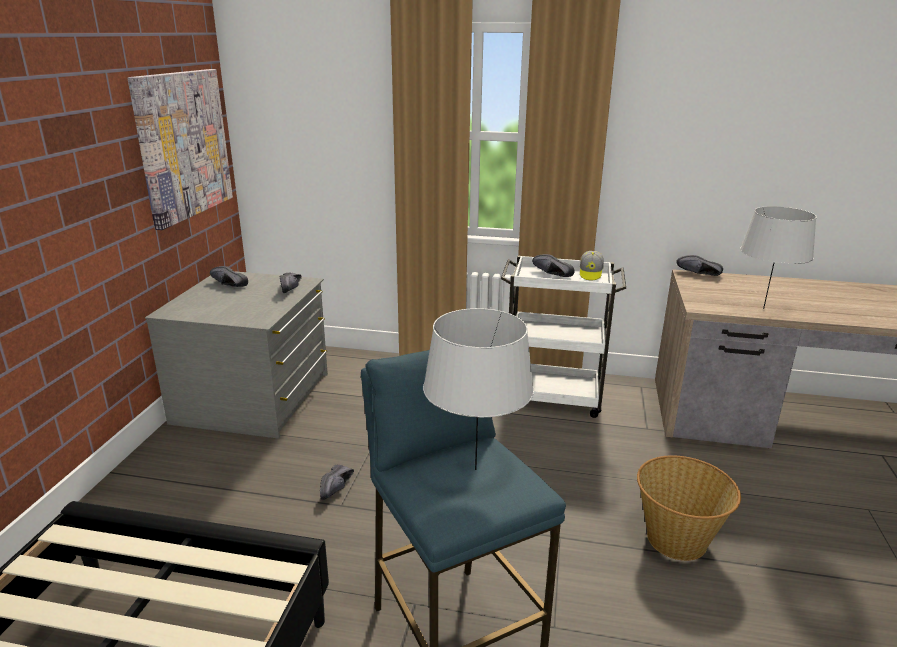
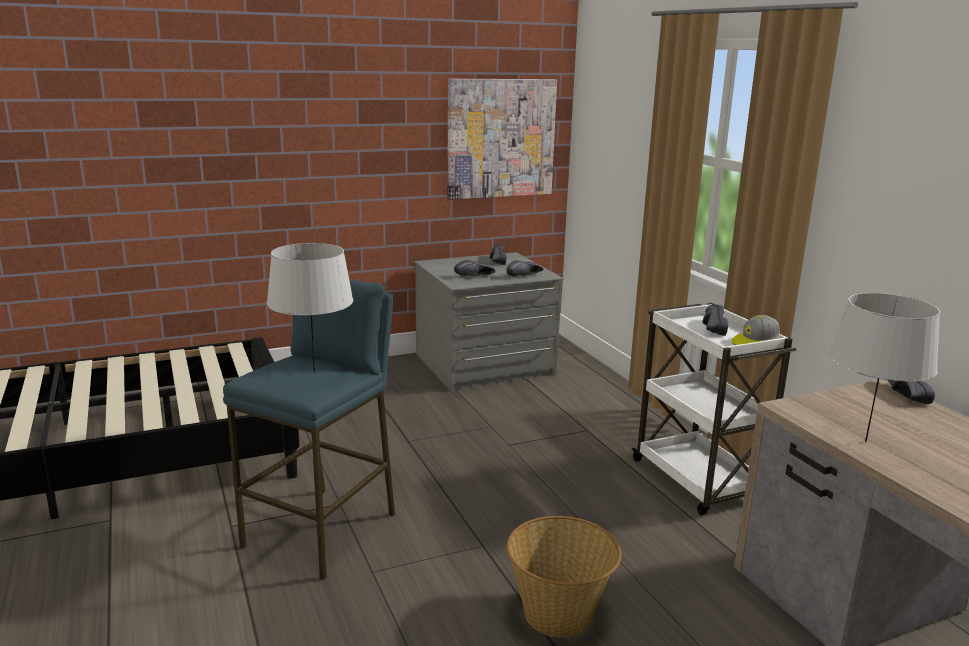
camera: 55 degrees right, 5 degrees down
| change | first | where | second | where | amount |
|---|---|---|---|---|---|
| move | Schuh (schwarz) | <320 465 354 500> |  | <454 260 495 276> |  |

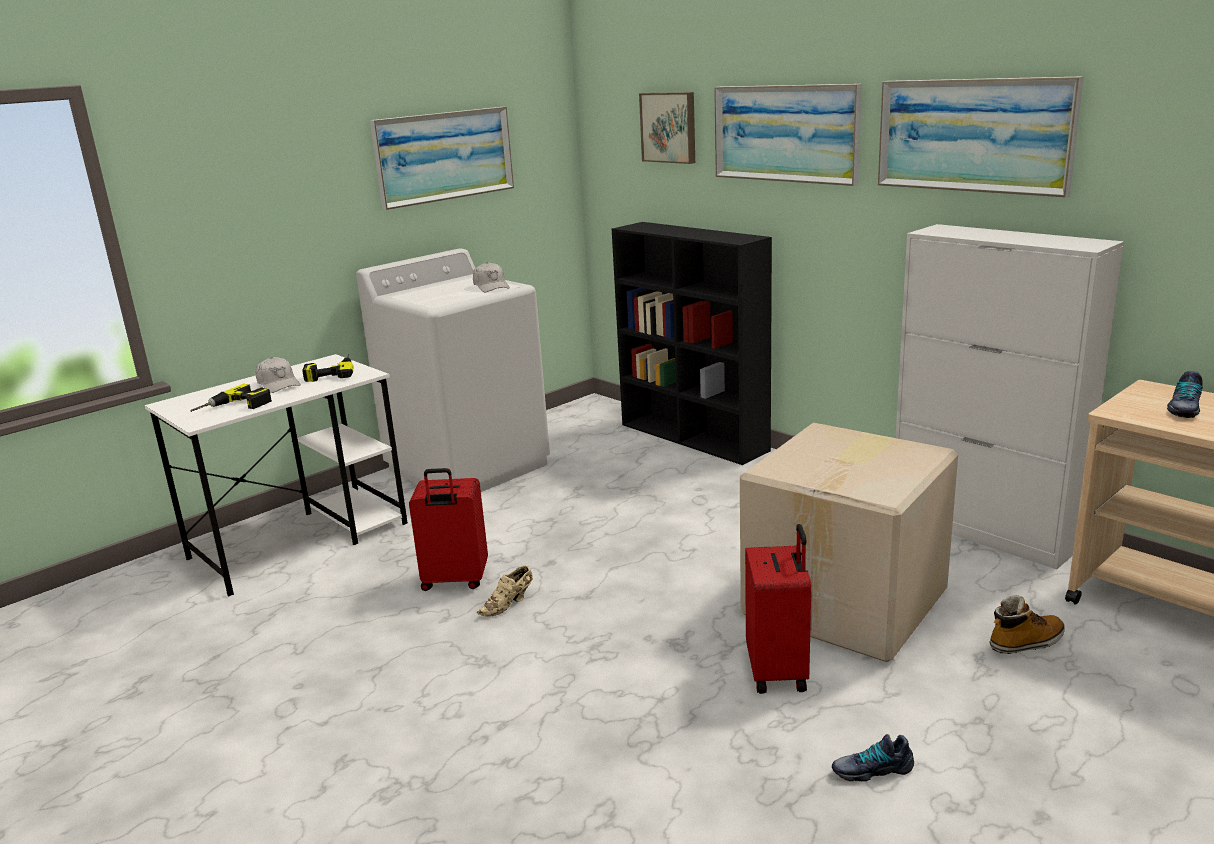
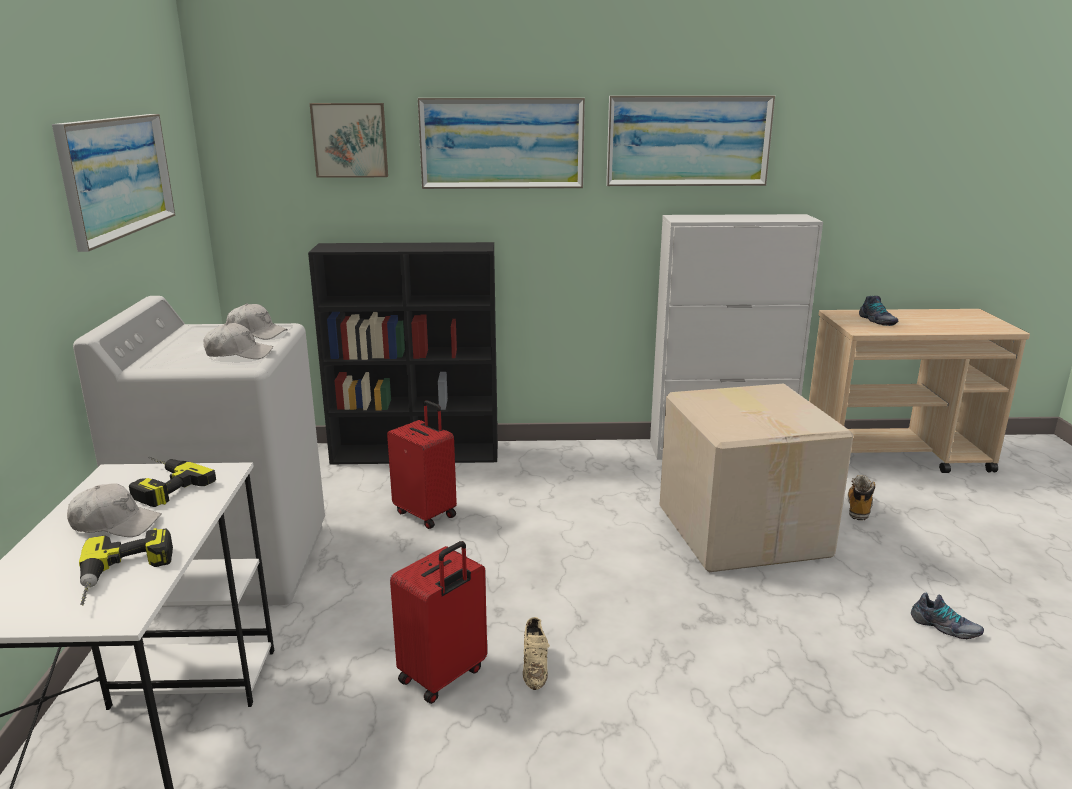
camera: 50 degrees left, 0 degrees up
| change | first | where | second | where | amount |
|---|---|---|---|---|---|
| insert |  |  | Kappe (weiß) | <204 323 273 359> |  |
| move | Koffer (rot) | <745 524 811 694> |  | <387 400 457 529> |  |
| rotate | Schuh | <832 734 914 781> |  | <911 593 984 639> | 90 degrees counterclockwise |

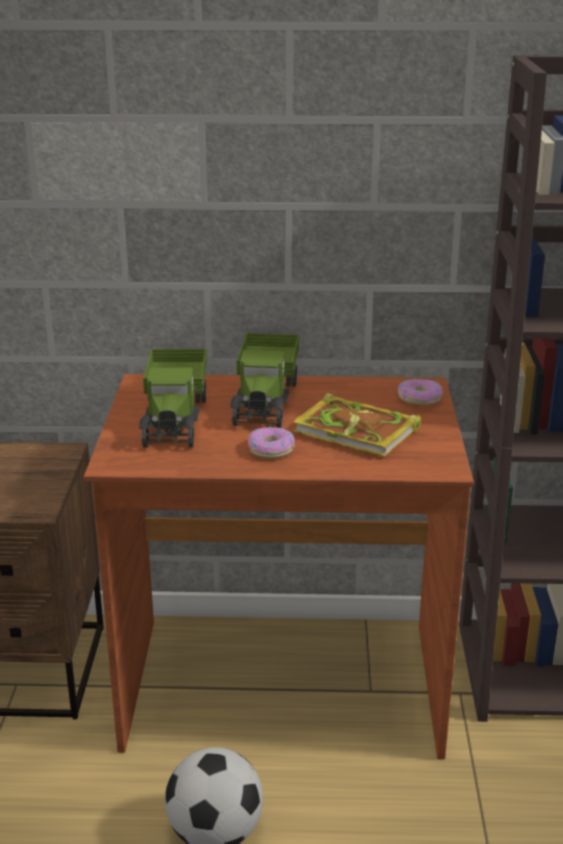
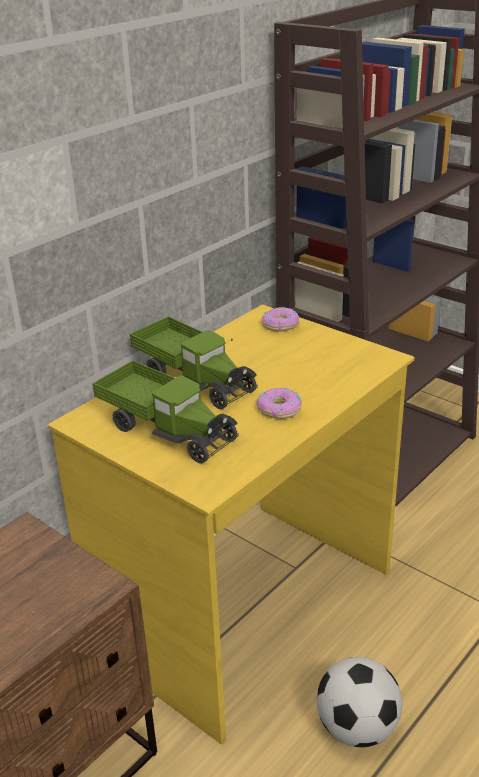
camera: 50 degrees left, 5 degrees up
| change | first | where | second | where | amount |
|---|---|---|---|---|---|
| recolor | Schreibtisch (braun) | <84 374 474 760> | Schreibtisch (gelb) | <48 304 414 745> |  |
| delete | Buch | <293 393 421 457> |  |  |  |

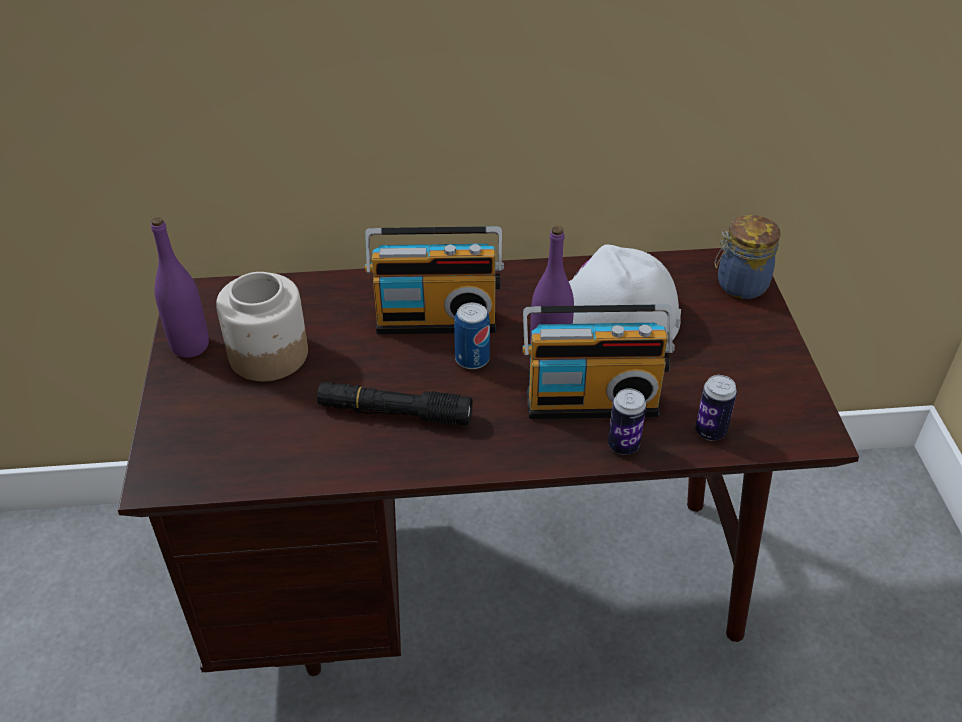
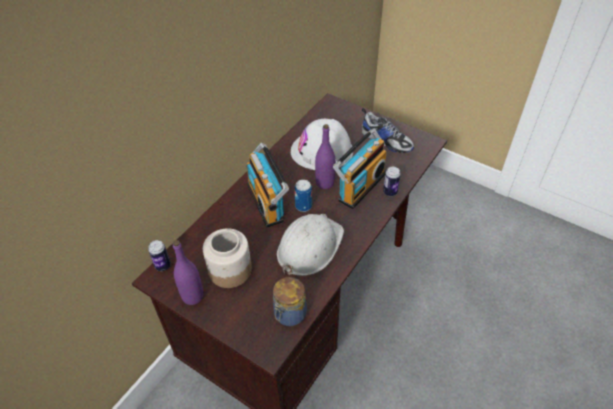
camera: 50 degrees left, 5 degrees up
| change | first | where | second | where | amount |
|---|---|---|---|---|---|
| move | Dose | <695 375 737 441> |  | <148 240 171 271> |  |
| rotate | Radio | <365 226 504 334> |  | <246 143 289 228> | 120 degrees clockwise |
| move | Vorratsglas | <715 215 781 299> |  | <273 277 307 326> |  |
| replace | Taschenlampe (schwarz) | <317 382 473 425> | Schutzhelm (weiß) | <277 214 344 276> |  |
| insert |  |  | Schuh | <362 108 414 153> |  |

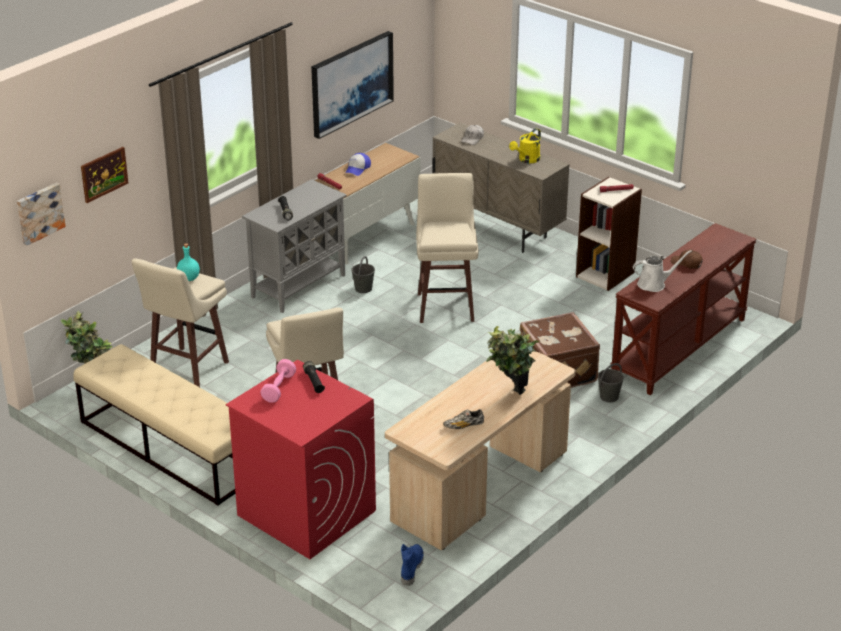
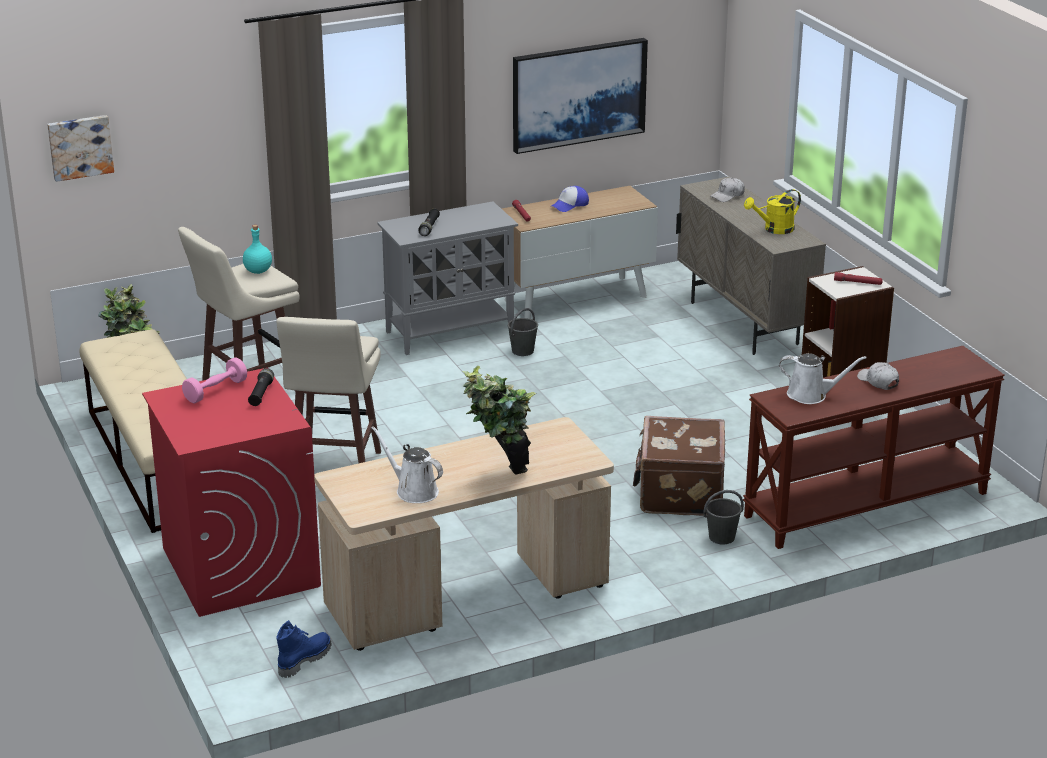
camera: 25 degrees right, 5 degrees down
| change | first | where | second | where | amount |
|---|---|---|---|---|---|
| replace | Schuh | <443 409 484 429> | Gießkanne (weiß) | <371 426 443 503> |  |
| recolor | Kappe (braun) | <671 249 703 269> | Kappe (weiß) | <857 362 899 390> |  |
| delete | Bild | <81 147 128 203> |  |  |  |
| delete | Hocker (beige) | <416 173 479 323> |  |  |  |

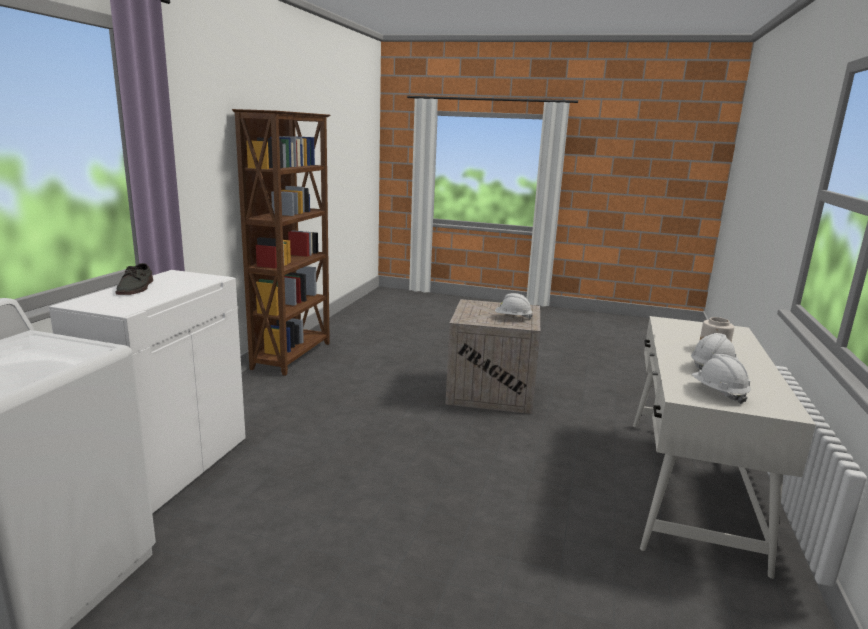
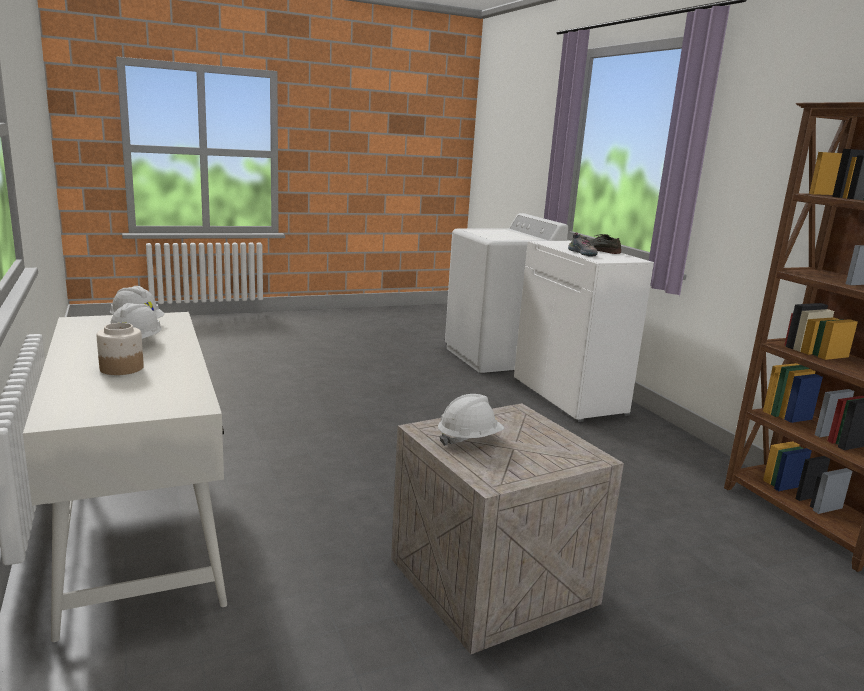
camera: 140 degrees right, 0 degrees up
| change | first | where | second | where | amount |
|---|---|---|---|---|---|
| insert |  |  | Schuh | <568 233 598 257> |  |

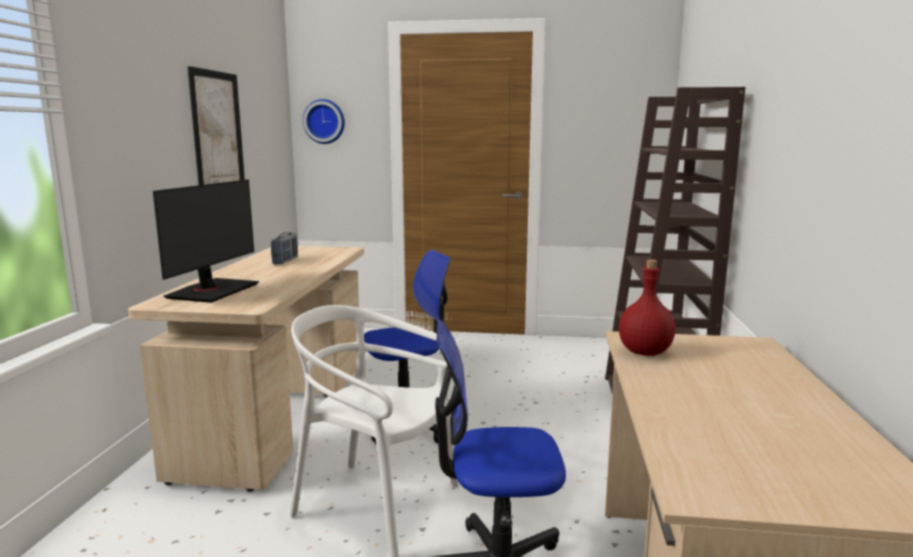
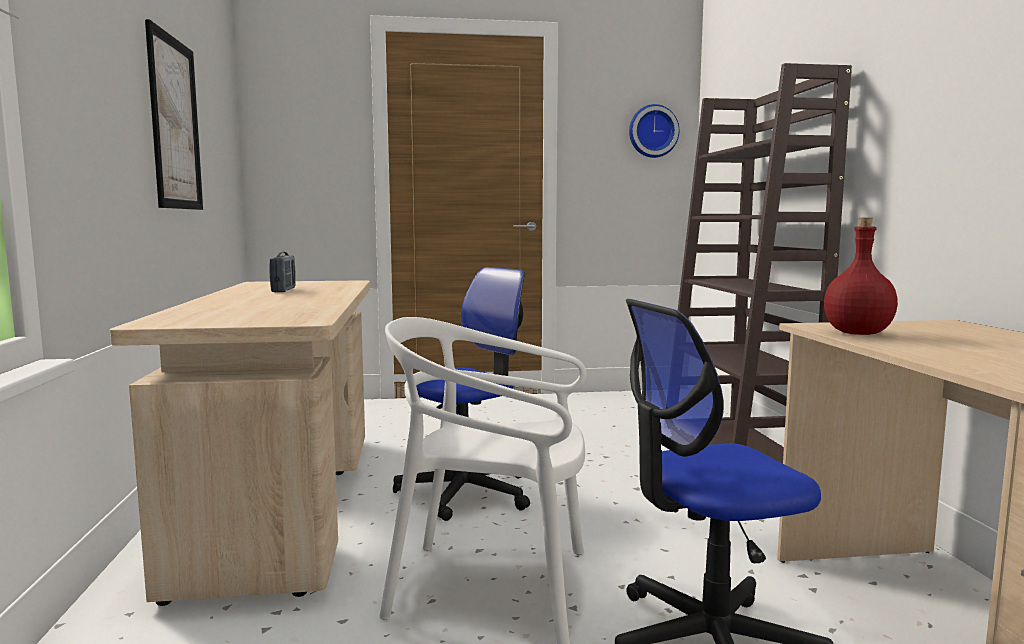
camera: 15 degrees left, 5 degrees down
| change | first | where | second | where | amount |
|---|---|---|---|---|---|
| move | Wanduhr | <303 99 345 144> |  | <629 104 679 158> |  |
| delete | Monitor | <153 180 259 303> |  |  |  |

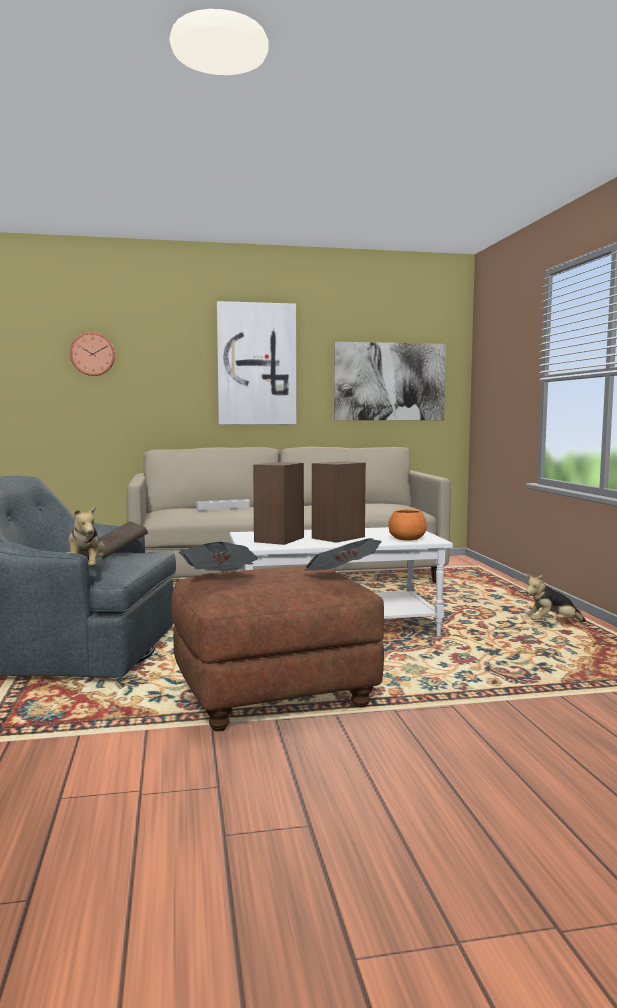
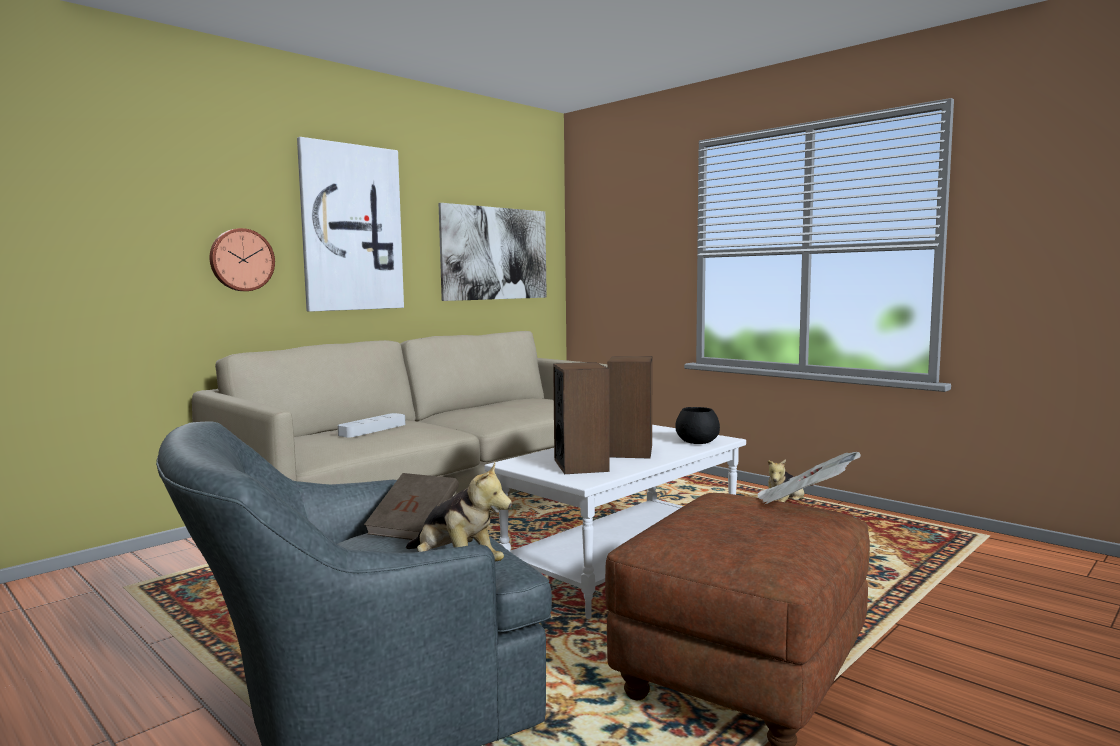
camera: 35 degrees left, 0 degrees up
| change | first | where | second | where | amount |
|---|---|---|---|---|---|
| move | Wanduhr | <70 332 115 376> |  | <210 228 275 291> |  |
| recolor | Schüssel (orange) | <388 509 427 541> | Schüssel (schwarz) | <675 407 720 444> |  |
| delete | Zeitung | <179 542 258 571> |  |  |  |

